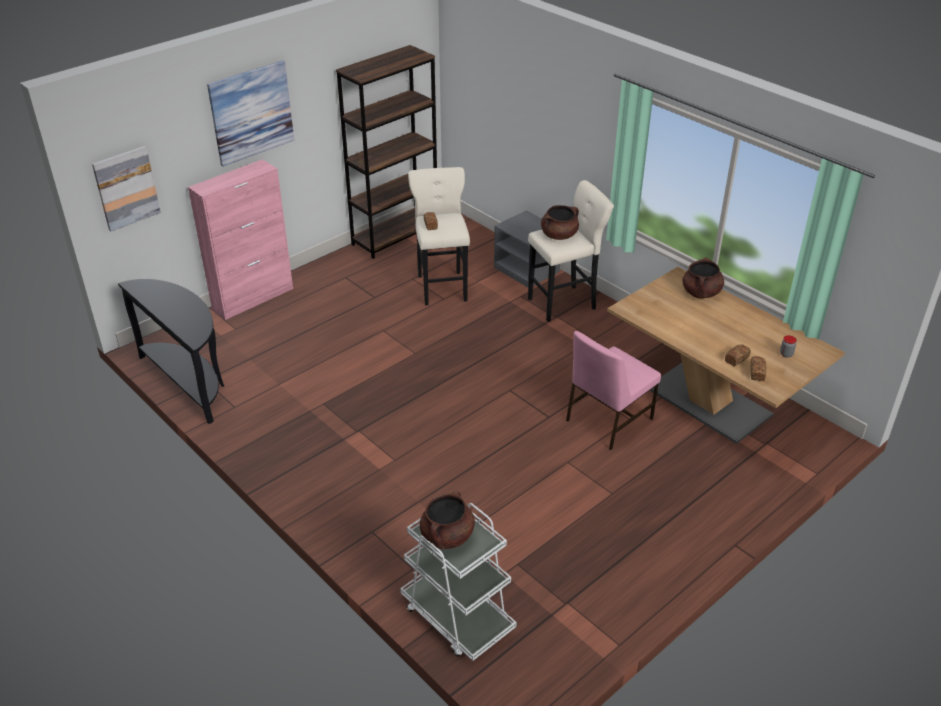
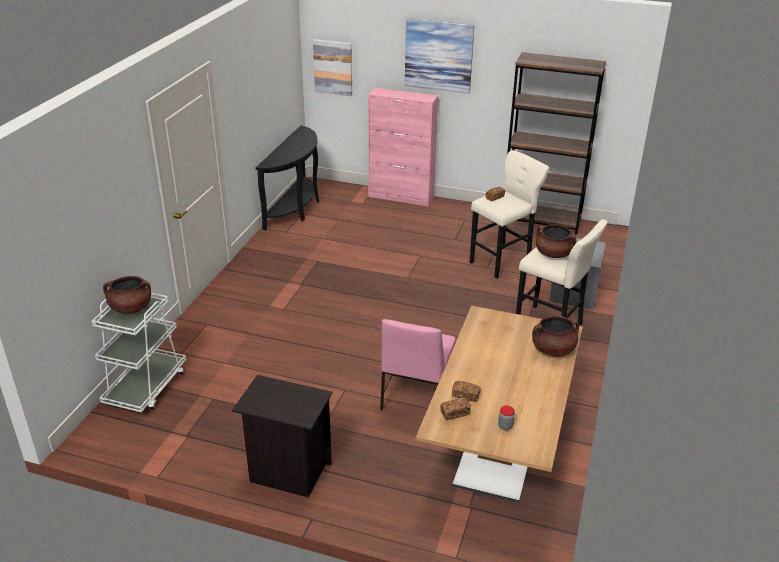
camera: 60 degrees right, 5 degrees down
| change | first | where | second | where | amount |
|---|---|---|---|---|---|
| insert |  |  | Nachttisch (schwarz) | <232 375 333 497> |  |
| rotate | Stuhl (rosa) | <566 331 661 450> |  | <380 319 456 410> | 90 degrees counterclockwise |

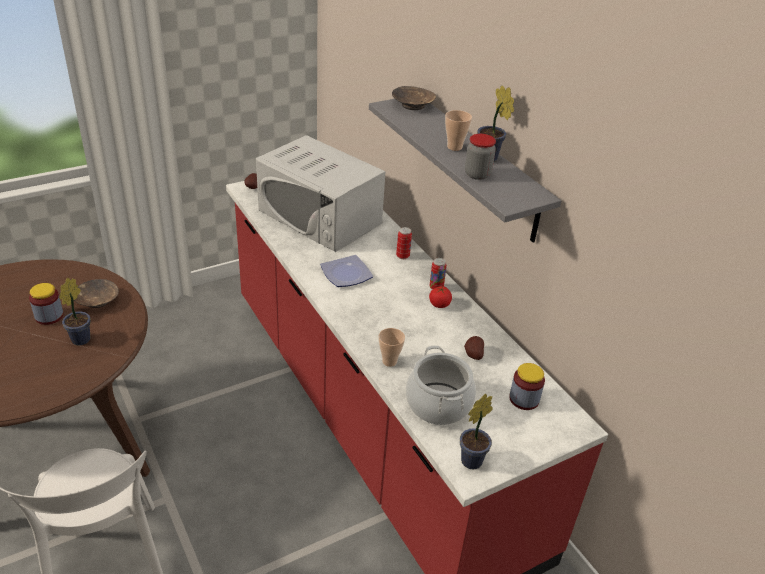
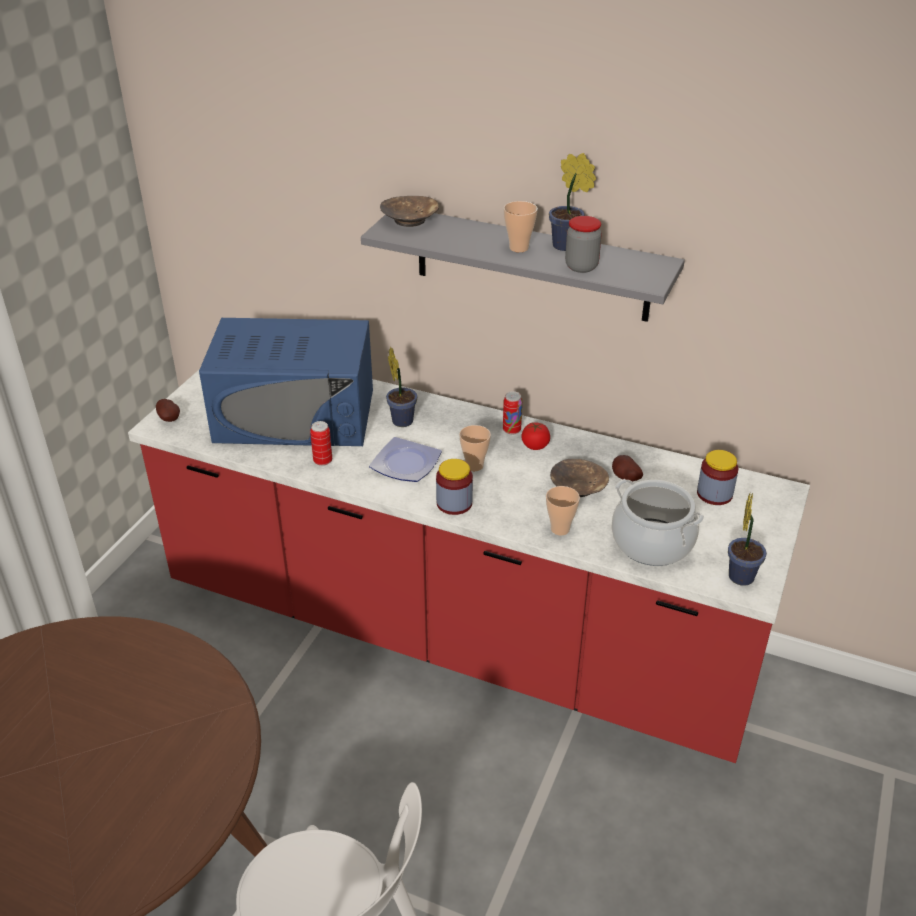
camera: 35 degrees left, 0 degrees up
| change | first | where | second | where | amount |
|---|---|---|---|---|---|
| recolor | Mikrowelle (weiß) | <256 135 386 252> | Mikrowelle (blau) | <199 318 373 446> |  |
| move | Dose | <396 227 412 259> |  | <310 421 332 466> |  |
| move | Topfpflanze | <59 278 91 345> |  | <386 347 417 427> |  |
| move | Vorratsglas | <29 283 64 325> |  | <436 459 473 515> |  |
| insert |  |  | Tasse | <459 425 491 471> |  |
| move | Schüssel (braun) | <75 279 119 308> |  | <550 459 609 497> |  |

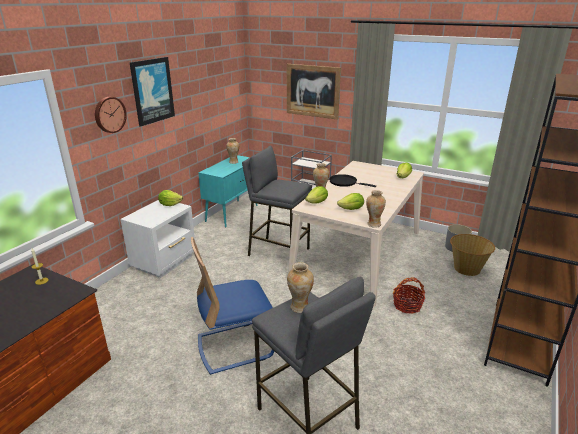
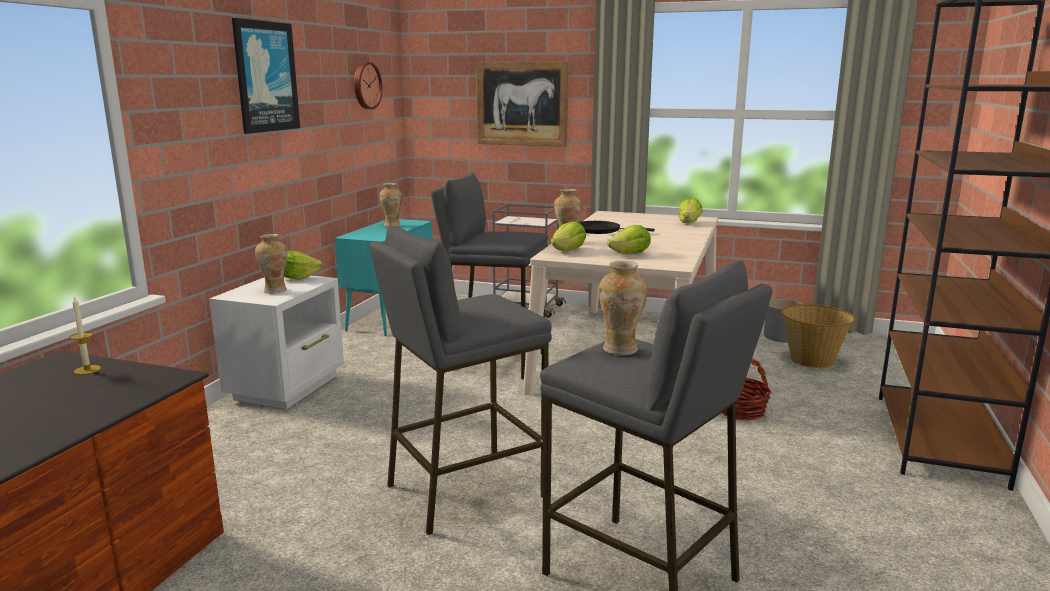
camera: 10 degrees left, 10 degrees down
| change | first | where | second | where | amount |
|---|---|---|---|---|---|
| move | Vase | <366 190 386 228> |  | <255 234 287 294> |  |
| move | Wanduhr | <95 97 127 133> |  | <354 62 383 109> |  |
| replace | Stuhl (blau) | <191 237 274 375> | Hocker (grau) | <369 225 552 535> |  |

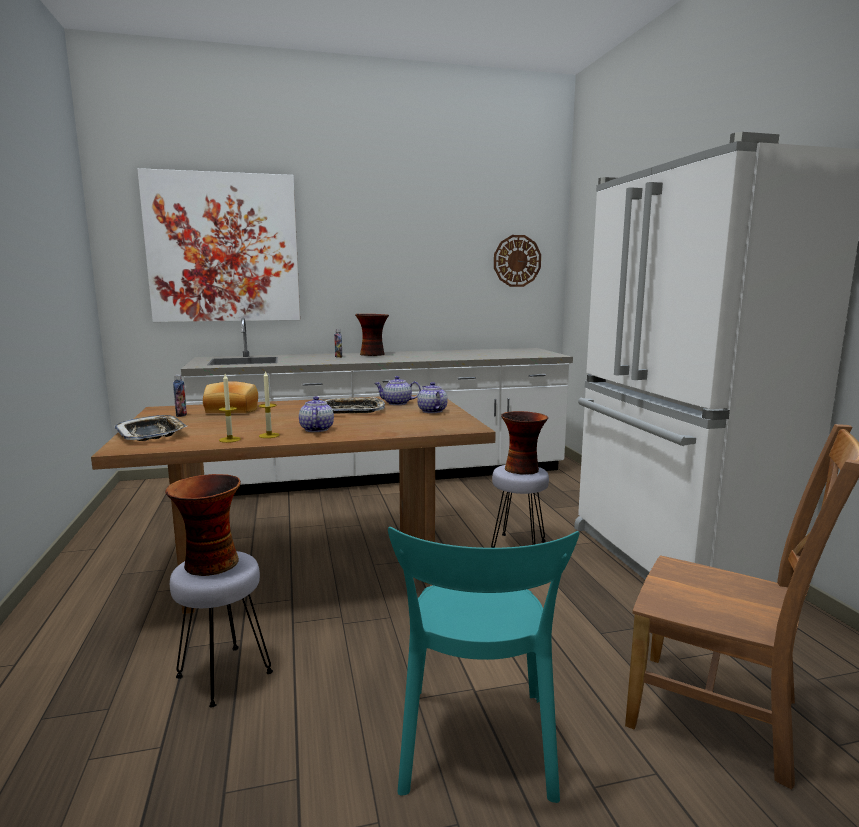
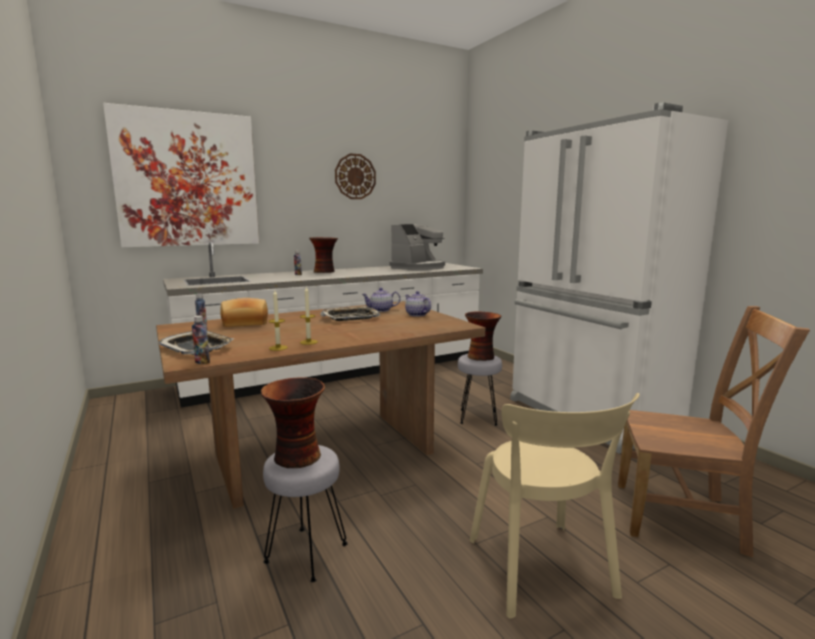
camera: 15 degrees left, 0 degrees up
| change | first | where | second | where | amount |
|---|---|---|---|---|---|
| insert |  |  | Flasche | <192 316 210 364> |  |
| move | Wanduhr | <494 235 541 287> |  | <335 154 376 199> |  |
| insert |  |  | Kaffeemaschine | <390 224 445 270> |  |
| recolor | Stuhl (türkis) | <388 527 579 803> | Stuhl (beige) | <470 393 640 619> |  |
| delete | Teekanne | <299 396 334 432> |  |  |  |

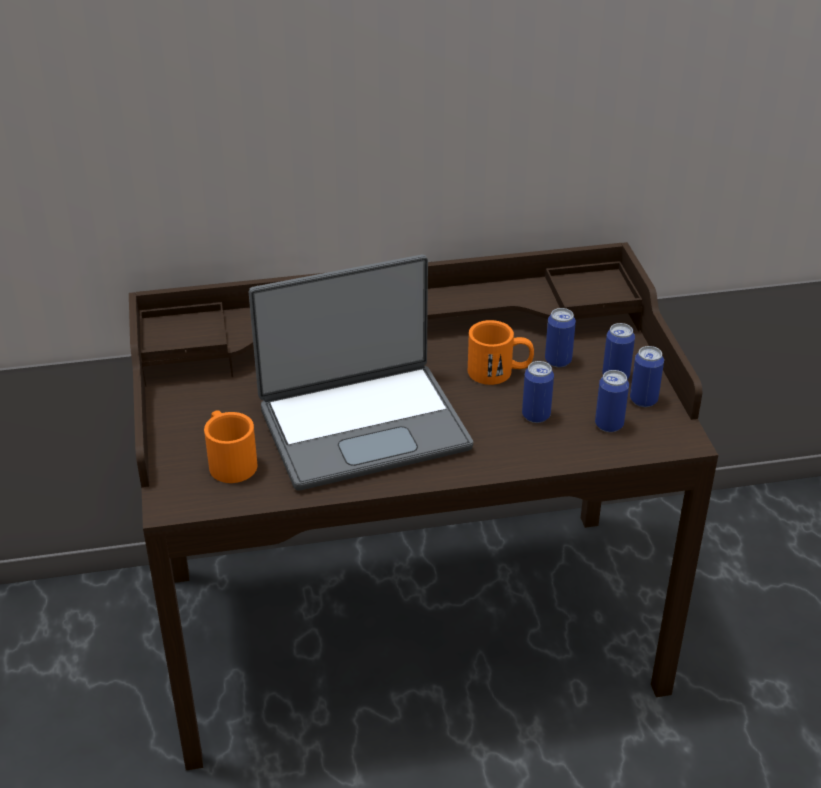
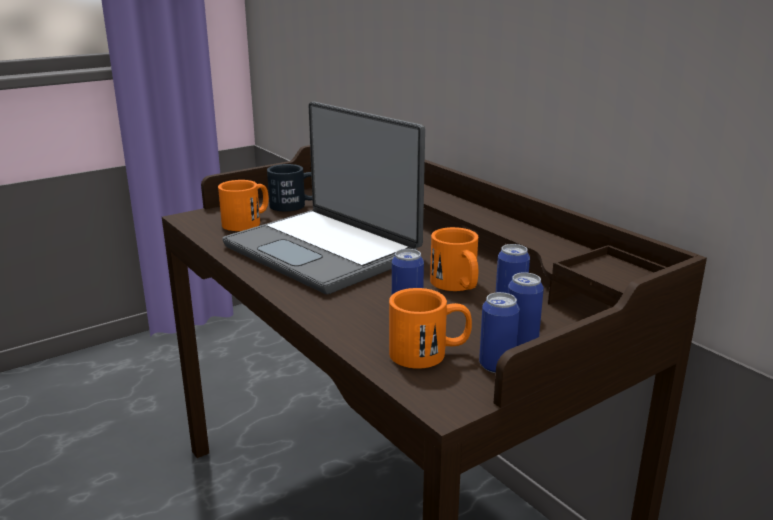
camera: 65 degrees right, 15 degrees down
| change | first | where | second | where | amount |
|---|---|---|---|---|---|
| insert |  |  | Henkelbecher (schwarz) | <267 164 312 211> |  |
| replace | Dose | <595 370 629 432> | Henkelbecher (orange) | <389 288 472 369> |  |

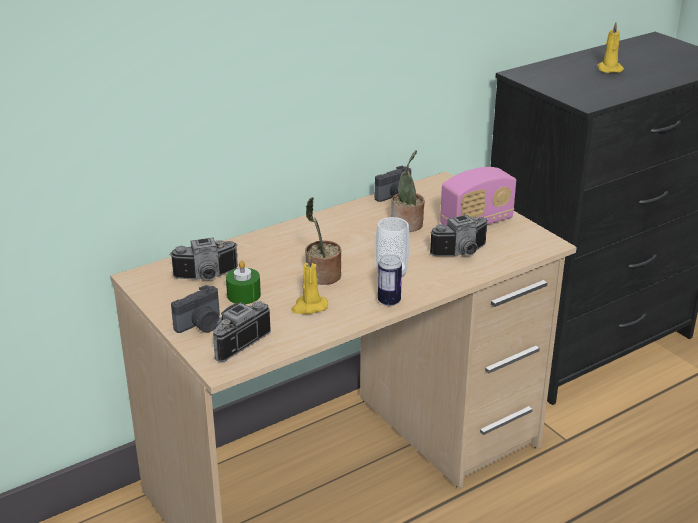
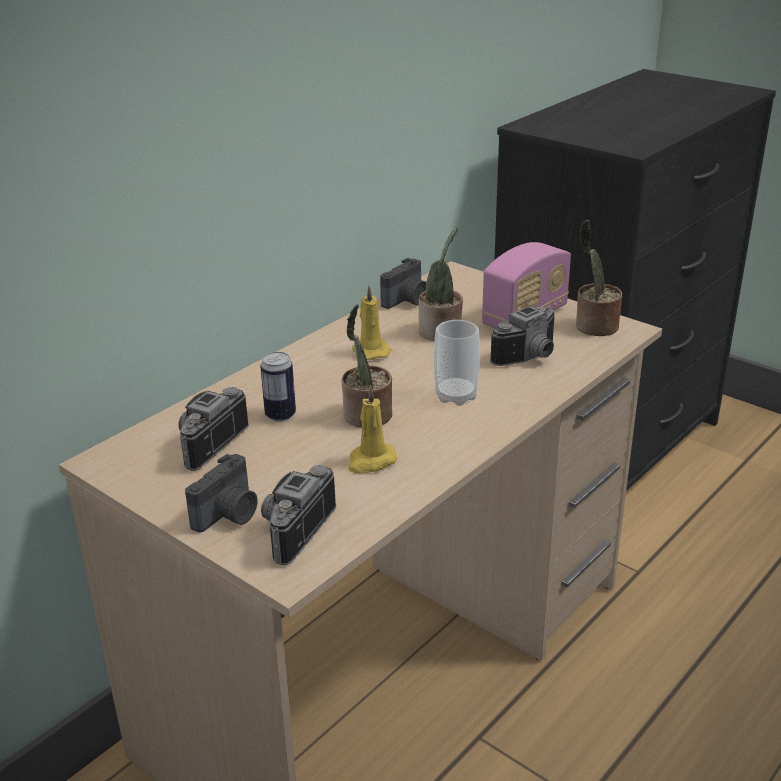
camera: 15 degrees left, 0 degrees up
| change | first | where | second | where | amount |
|---|---|---|---|---|---|
| rotate | Kamera | <169 237 238 280> |  | <179 387 249 471> | 150 degrees clockwise |
| move | Dose | <378 254 402 306> |  | <260 352 296 422> |  |
| move | Kerze (gelb) | <597 22 624 73> |  | <352 285 392 360> |  |
| insert |  |  | Topfpflanze | <576 220 622 336> |  |
| delete | Kerze (grün) | <226 260 261 304> |  |  |  |

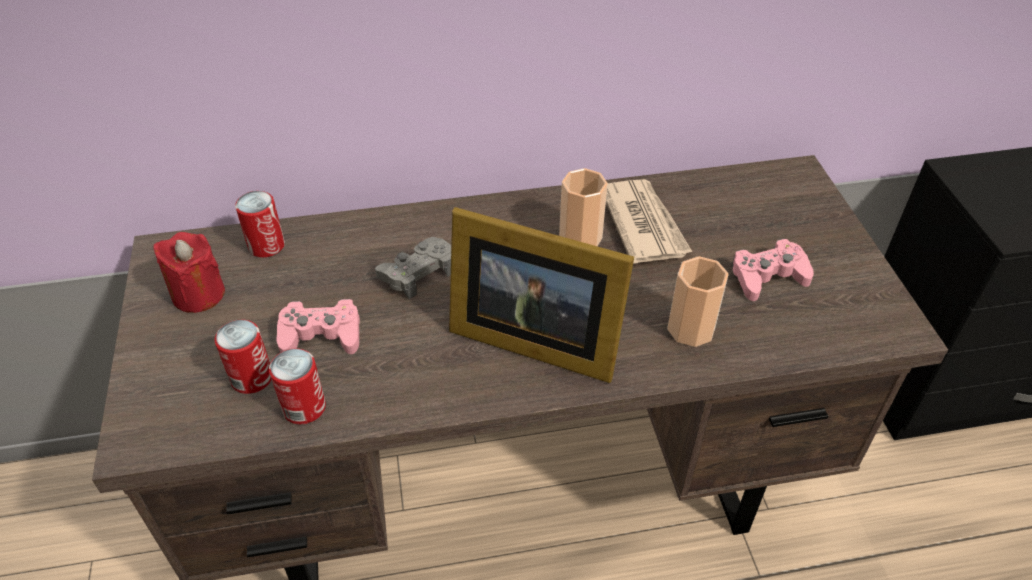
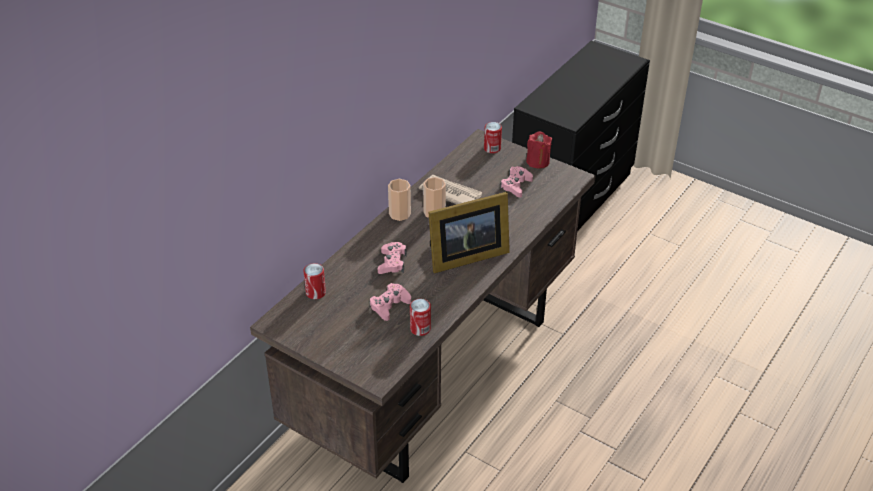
camera: 45 degrees left, 5 degrees down
| change | first | where | second | where | amount |
|---|---|---|---|---|---|
| recolor | Gamepad (grau) | <375 237 451 299> | Gamepad (rosa) | <378 242 407 274> |  |
| move | Tasse | <667 256 729 347> |  | <388 179 411 221> |  |
| move | Dose | <215 320 272 394> |  | <484 122 502 154> |  |
| move | Kerze (rot) | <153 232 225 313> |  | <526 131 552 169> |  |

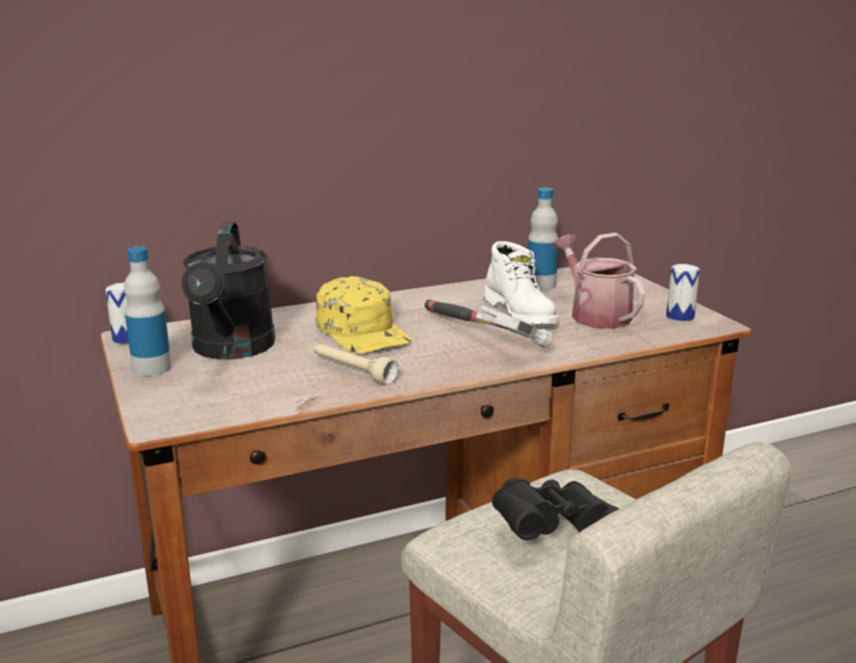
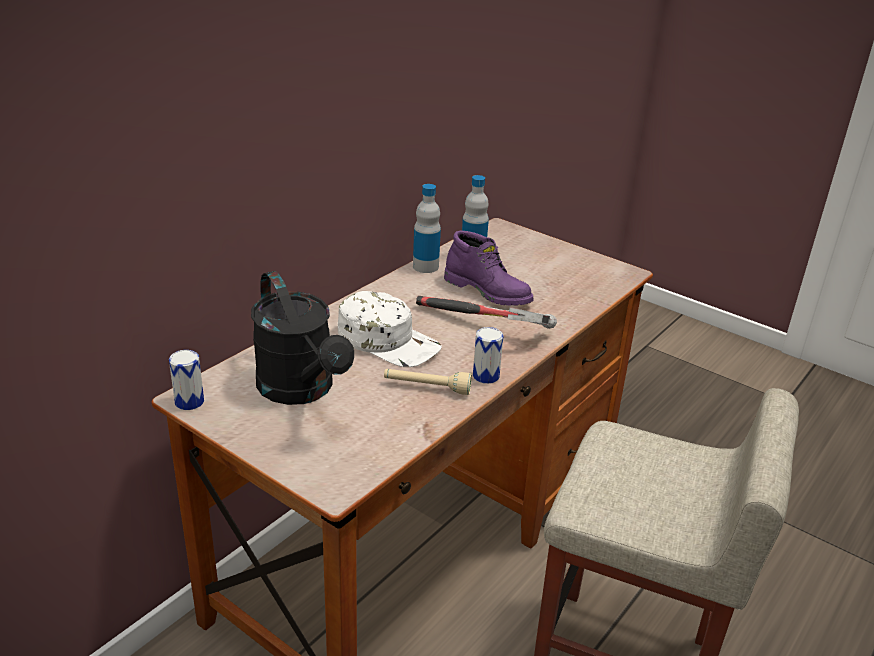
camera: 30 degrees left, 10 degrees up
| change | first | where | second | where | amount |
|---|---|---|---|---|---|
| recolor | Kappe (gelb) | <316 276 412 353> | Kappe (weiß) | <338 291 442 367> |  |
| move | Flasche | <124 246 171 376> |  | <413 184 441 273> |  |
| recolor | Stiefel (weiß) | <484 241 559 324> | Stiefel (lila) | <444 231 533 306> |  |
| move | Dose | <666 264 700 322> |  | <473 327 503 384> |  |
| delete | Fernglas (schwarz) | <492 478 619 540> |  |  |  |
| delete | Gießkanne | <553 233 645 329> |  |  |  |

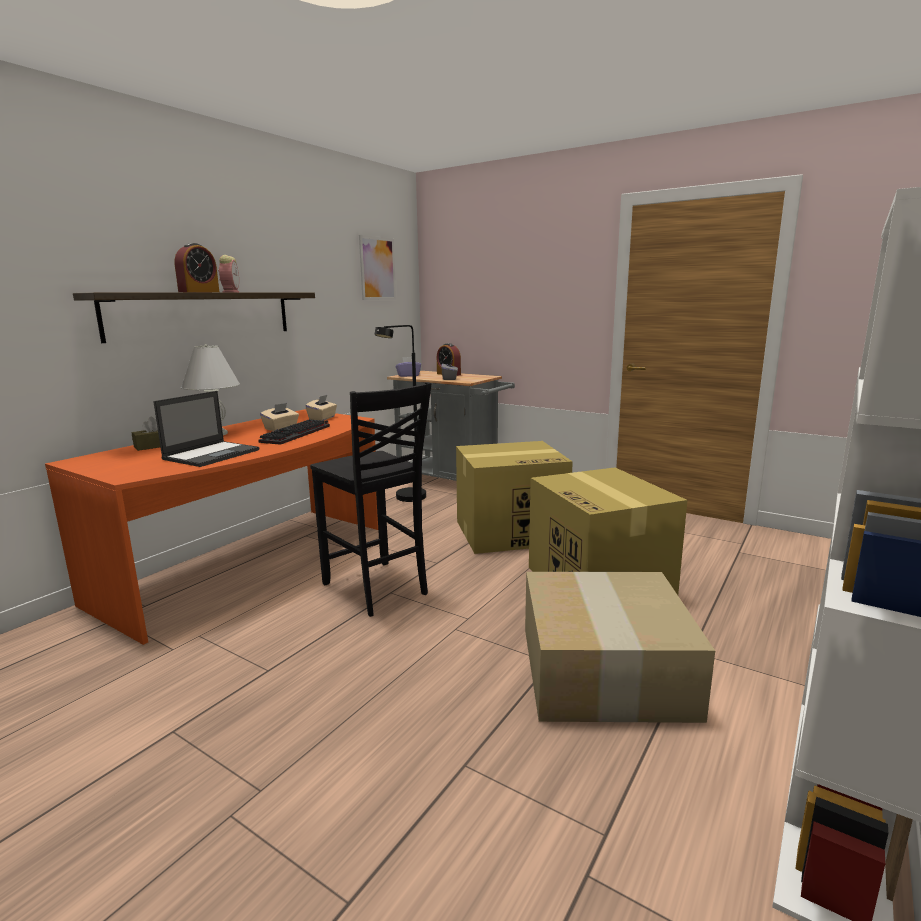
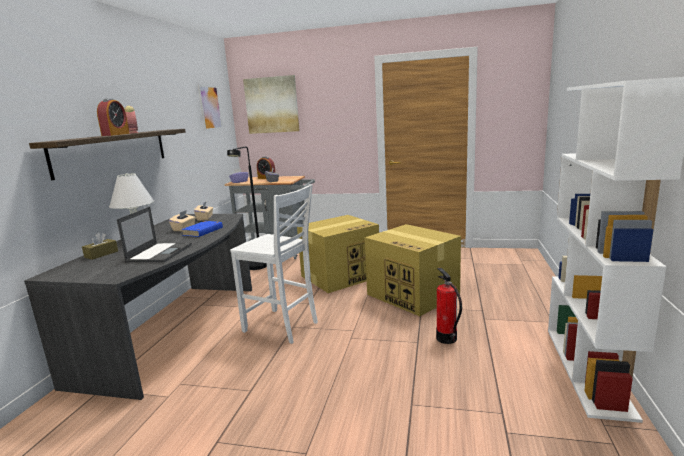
camera: 20 degrees left, 0 degrees up
| change | first | where | second | where | amount |
|---|---|---|---|---|---|
| recolor | Schreibtisch (orange) | <45 409 378 645> | Schreibtisch (grau) | <24 214 252 400> |  |
| replace | Tastatur | <258 419 330 445> | Buch (blau) | <181 221 223 237> |  |
| recolor | Stuhl (schwarz) | <310 382 432 617> | Stuhl (weiß) | <230 184 318 344> |  |
| insert |  |  | Bild | <243 75 300 134> |  |
| replace | Karton | <525 572 715 723> | Feuerlöscher | <436 268 462 344> |  |

